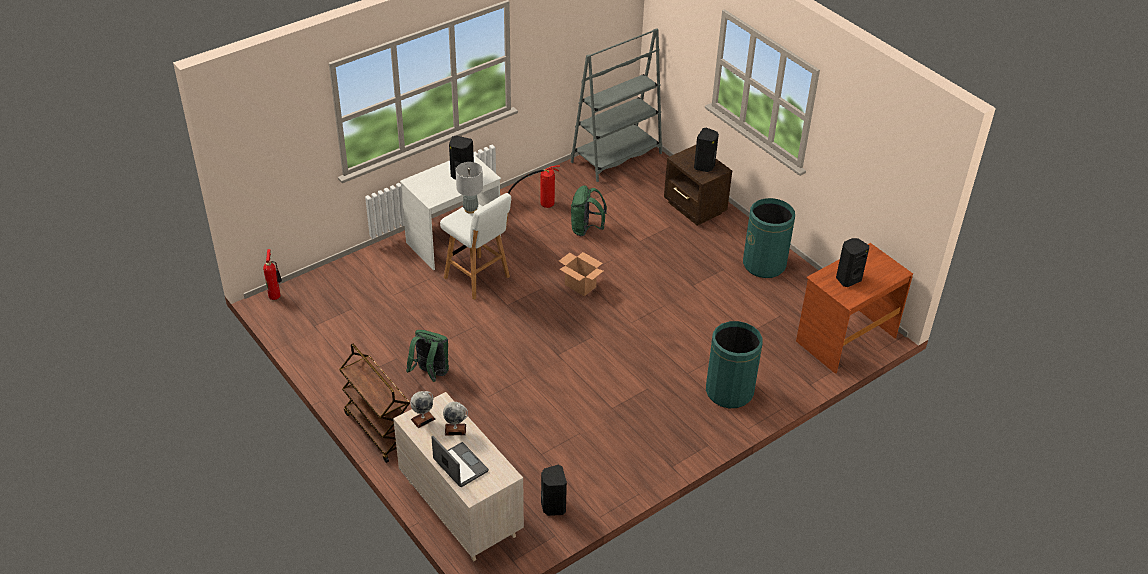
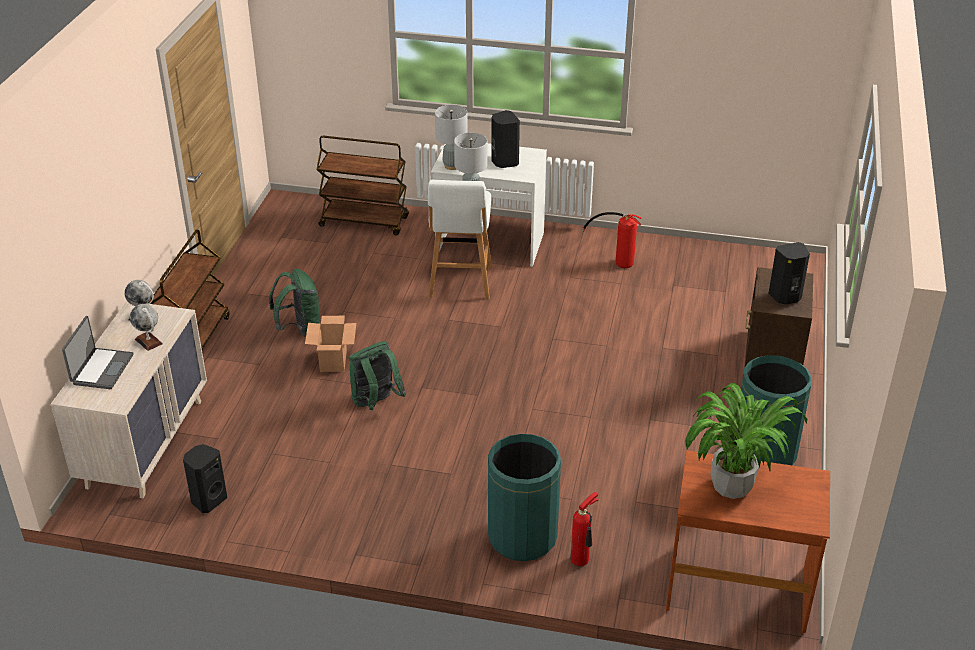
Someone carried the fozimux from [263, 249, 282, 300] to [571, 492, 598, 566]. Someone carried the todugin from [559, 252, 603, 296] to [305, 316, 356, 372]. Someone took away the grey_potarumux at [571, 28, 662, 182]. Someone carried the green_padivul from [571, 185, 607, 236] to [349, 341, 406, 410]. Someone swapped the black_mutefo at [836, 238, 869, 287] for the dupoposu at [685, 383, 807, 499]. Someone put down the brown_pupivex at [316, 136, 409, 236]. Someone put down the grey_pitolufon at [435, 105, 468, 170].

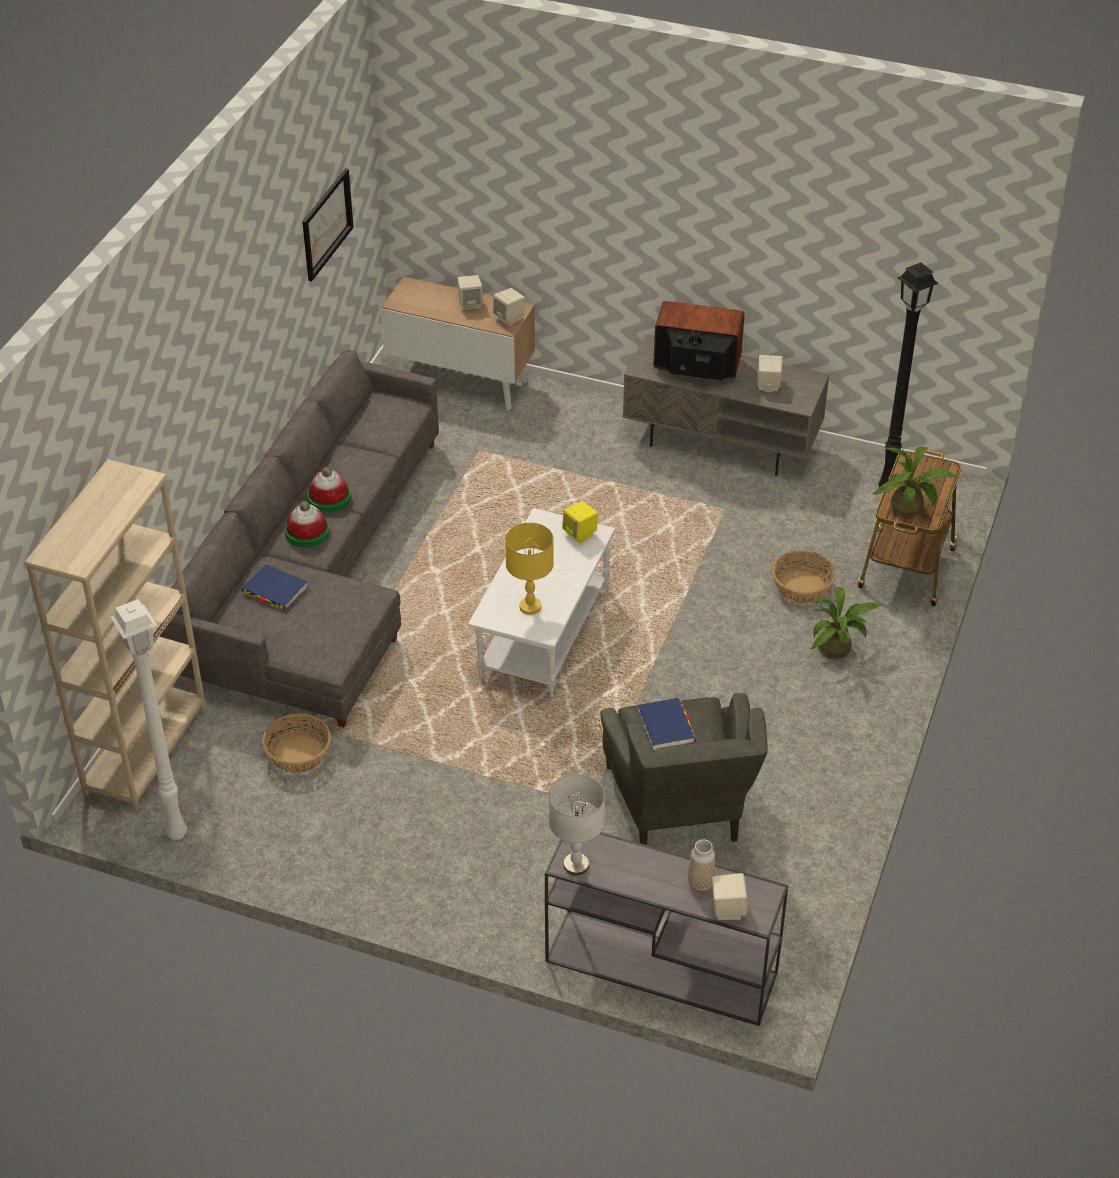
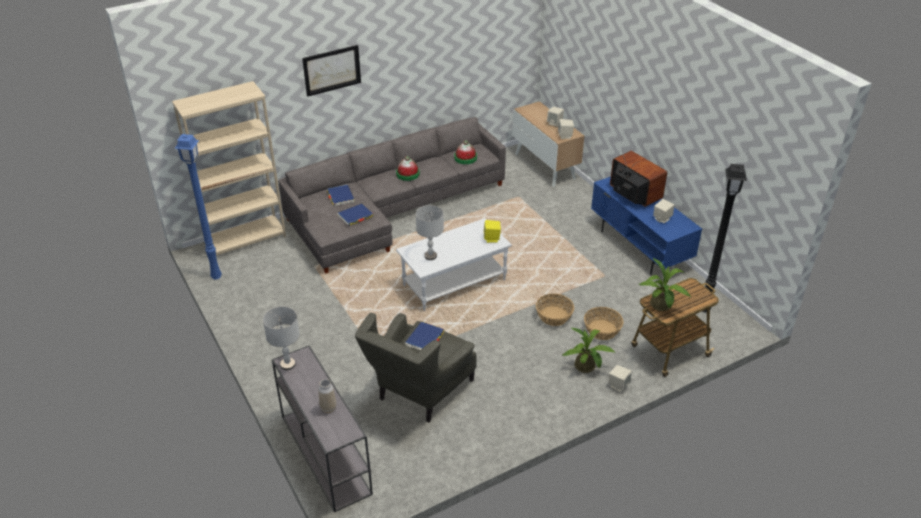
Someone repainted the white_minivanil at [111, 599, 187, 840], which became the blue_minivanil at [174, 134, 222, 279]. Someone carried the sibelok from [262, 713, 331, 774] to [536, 294, 574, 326]. Someone carried the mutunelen from [285, 501, 330, 548] to [454, 140, 477, 164]. Someone carried the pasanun from [302, 168, 354, 282] to [302, 45, 361, 96]. Someone repainted the yellow_pitolufon at [505, 523, 554, 615], which became the grey_pitolufon at [416, 205, 444, 260]. Someone repainted the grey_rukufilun at [623, 334, 829, 476], which became the blue_rukufilun at [591, 177, 702, 275]. Someone carried the beige_mutefo from [712, 873, 747, 920] to [609, 365, 632, 393]. Someone put down the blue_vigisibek at [338, 203, 374, 226].

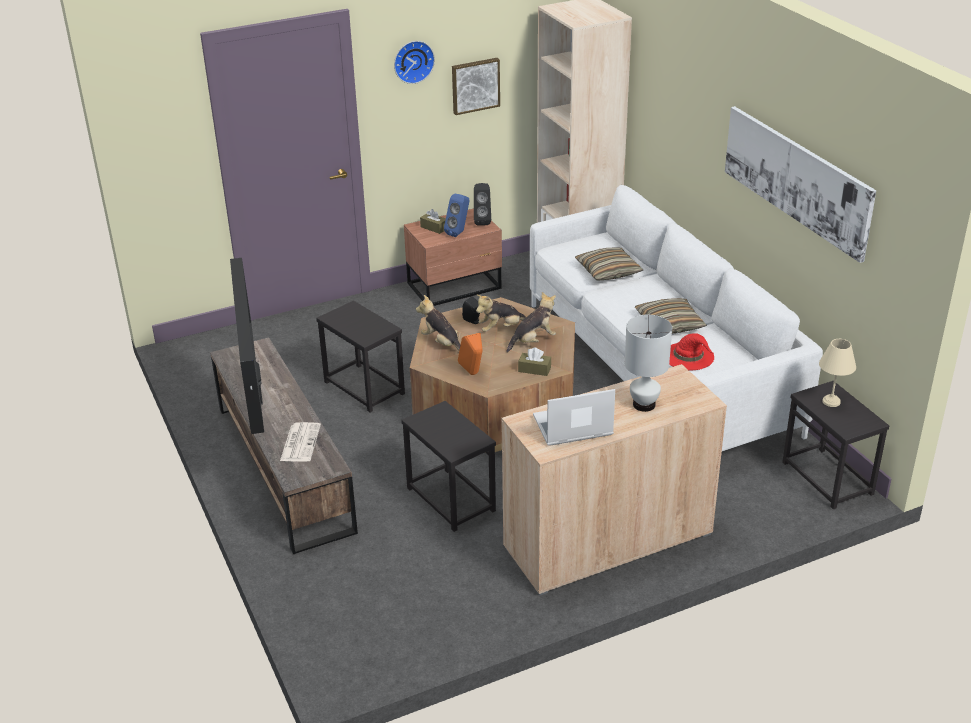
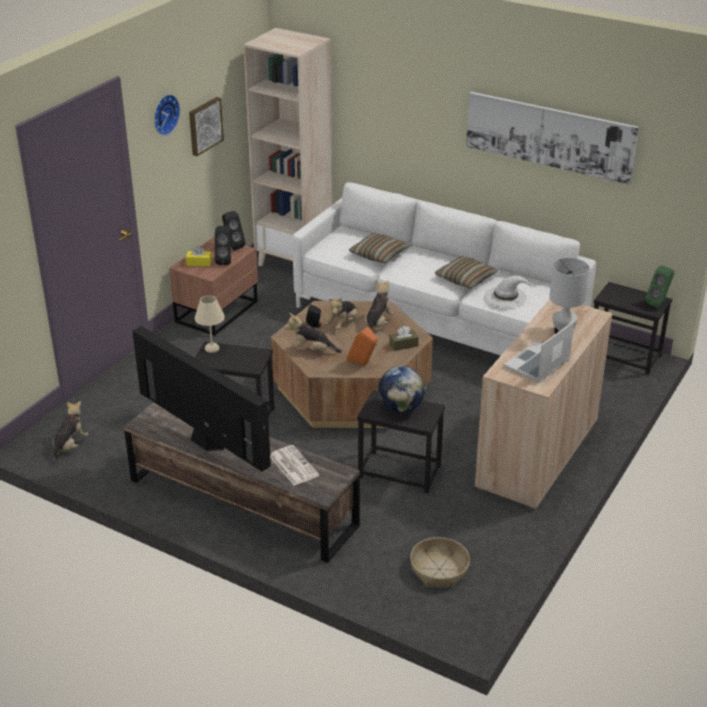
Someone repainted the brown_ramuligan at [420, 209, 446, 234], which became the yellow_ramuligan at [186, 246, 212, 267]. Someone repainted the blue_mutefo at [444, 193, 470, 237], which became the black_mutefo at [215, 226, 231, 265]. Someone repainted the red_mutunelen at [669, 333, 714, 370], which became the white_mutunelen at [485, 276, 536, 308]. Someone carried the beige_pitolufon from [819, 339, 856, 407] to [195, 295, 225, 353]. Someone put down the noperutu at [52, 401, 89, 465]. Someone put down the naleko at [378, 366, 425, 413]. Someone put down the sibelok at [410, 537, 470, 587]. Someone put down the green_mutefo at [645, 265, 674, 308].

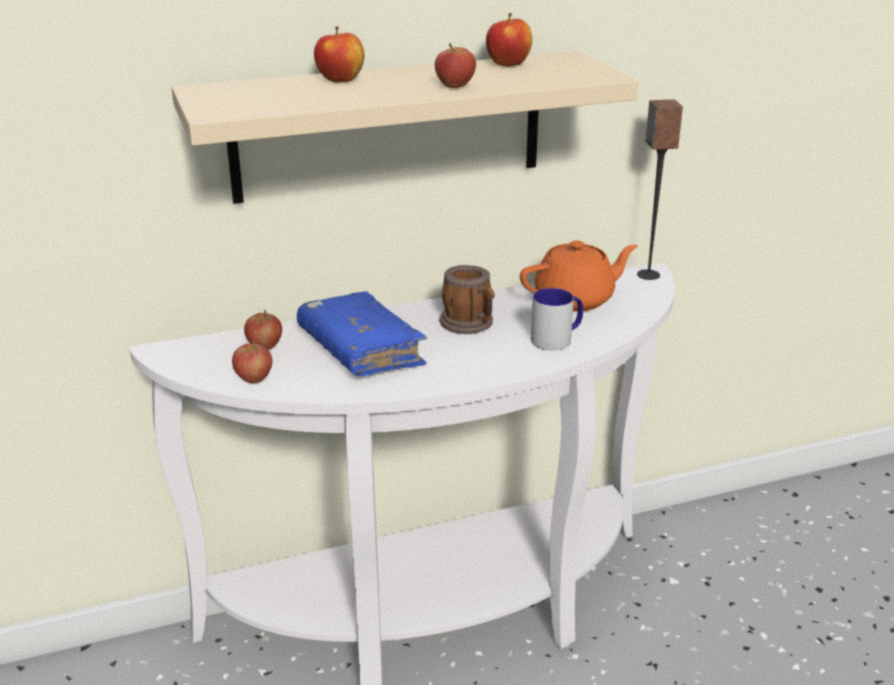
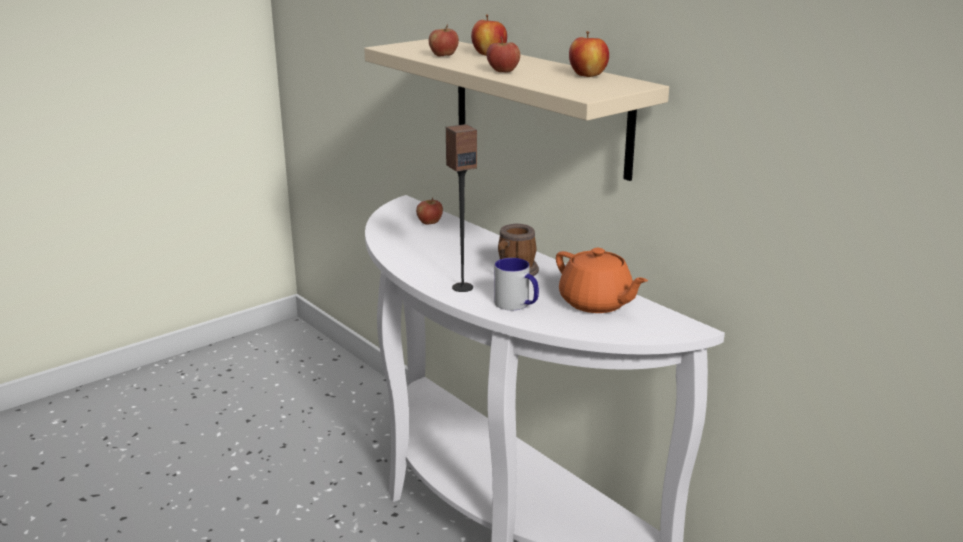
Someone carried the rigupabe from [232, 340, 272, 384] to [429, 24, 459, 57]. Someone took away the blue_vigisibek at [297, 291, 427, 377]. Someone carried the mutefo from [637, 100, 683, 280] to [446, 124, 477, 292].

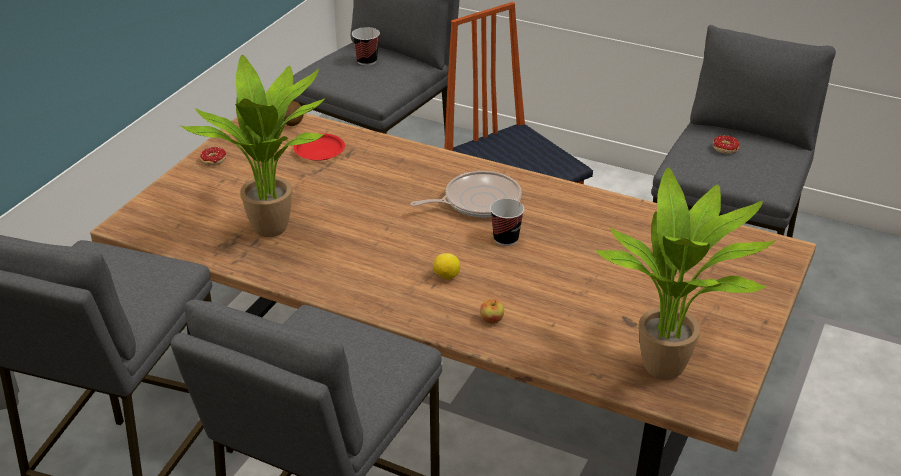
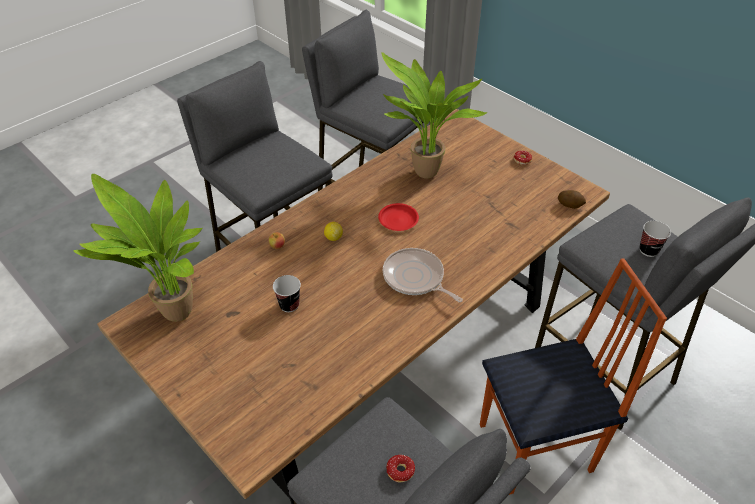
Someone carried the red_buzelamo from [294, 133, 345, 161] to [378, 203, 419, 231]. Someone rotated the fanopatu at [411, 171, 522, 218] by 135 degrees clockwise. Someone carried the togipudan from [490, 199, 524, 246] to [273, 275, 301, 312].

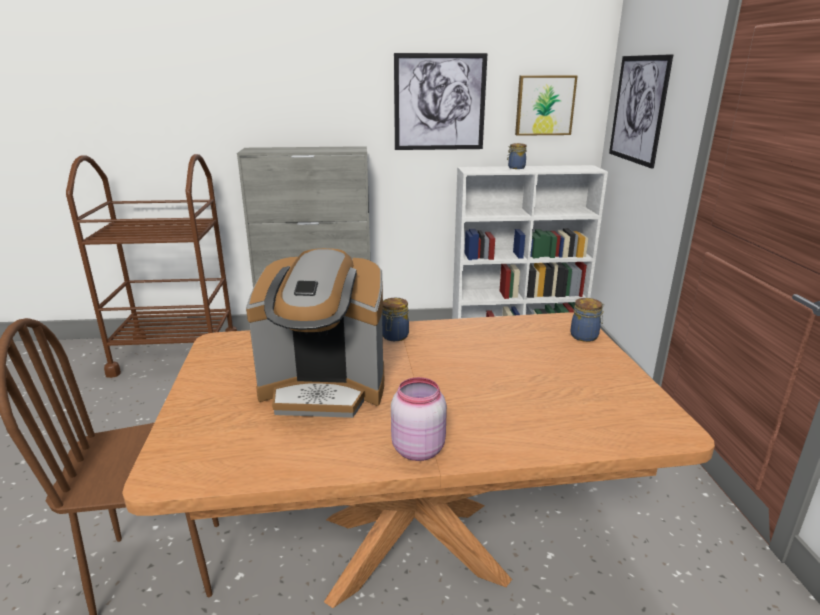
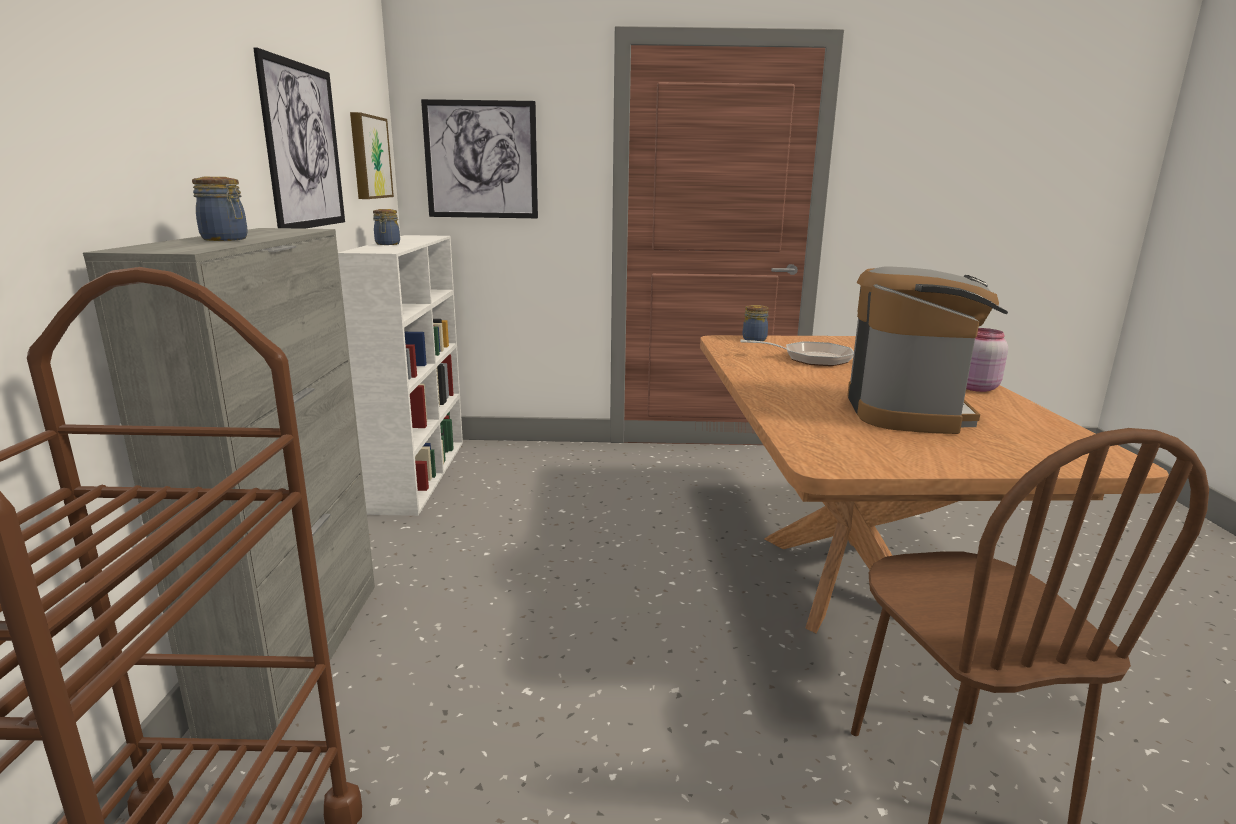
Someone carried the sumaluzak from [382, 298, 409, 341] to [192, 177, 248, 241]. Someone put down the fanopatu at [740, 339, 854, 366].

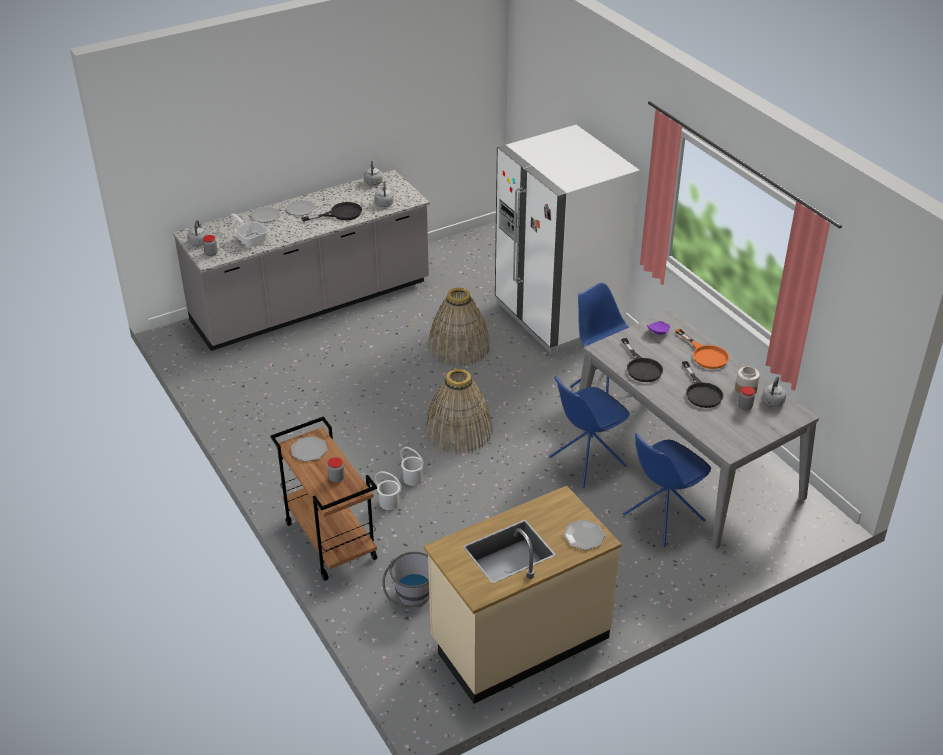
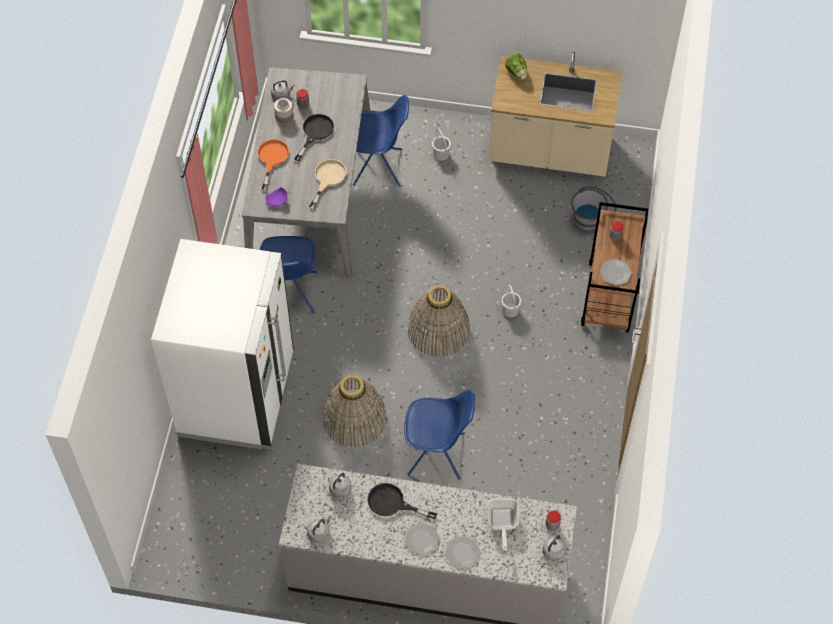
Someone carried the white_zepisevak from [375, 471, 402, 510] to [432, 129, 451, 161]. Someone carried the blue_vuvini from [549, 376, 630, 488] to [404, 390, 475, 480]. Someone swapped the buzelamo at [563, 520, 605, 550] for the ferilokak at [505, 53, 527, 80]. Someone repainted the black_fanopatu at [621, 338, 663, 382], which became the beige_fanopatu at [309, 159, 347, 209].

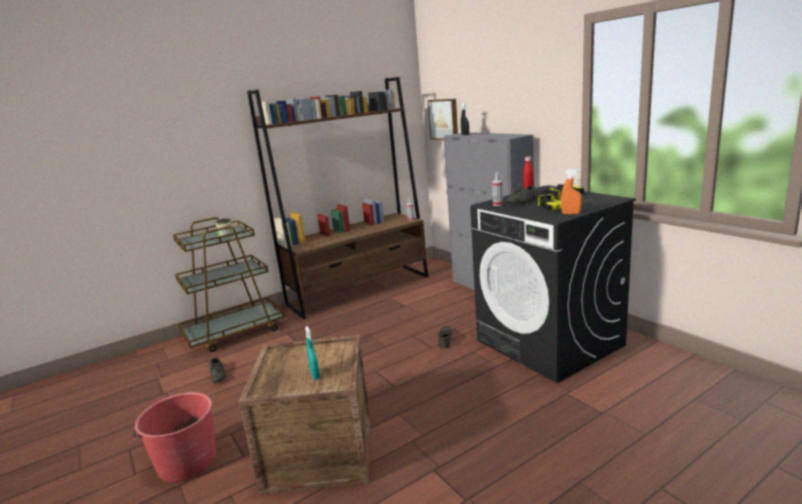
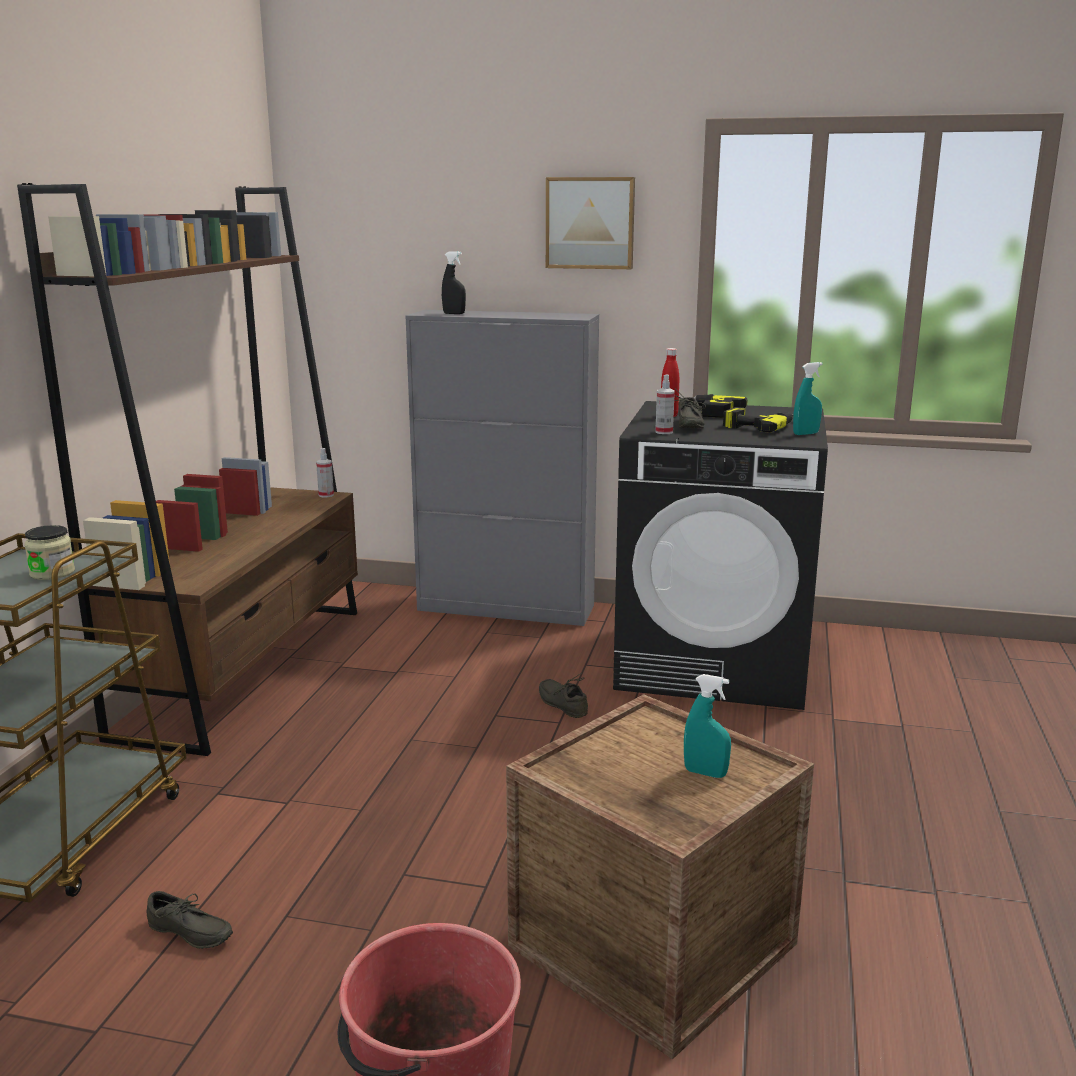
Someone carried the pasanun from [428, 99, 458, 140] to [546, 177, 635, 269]. Someone repainted the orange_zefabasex at [561, 169, 582, 214], which became the turquoise_zefabasex at [793, 362, 823, 435].

